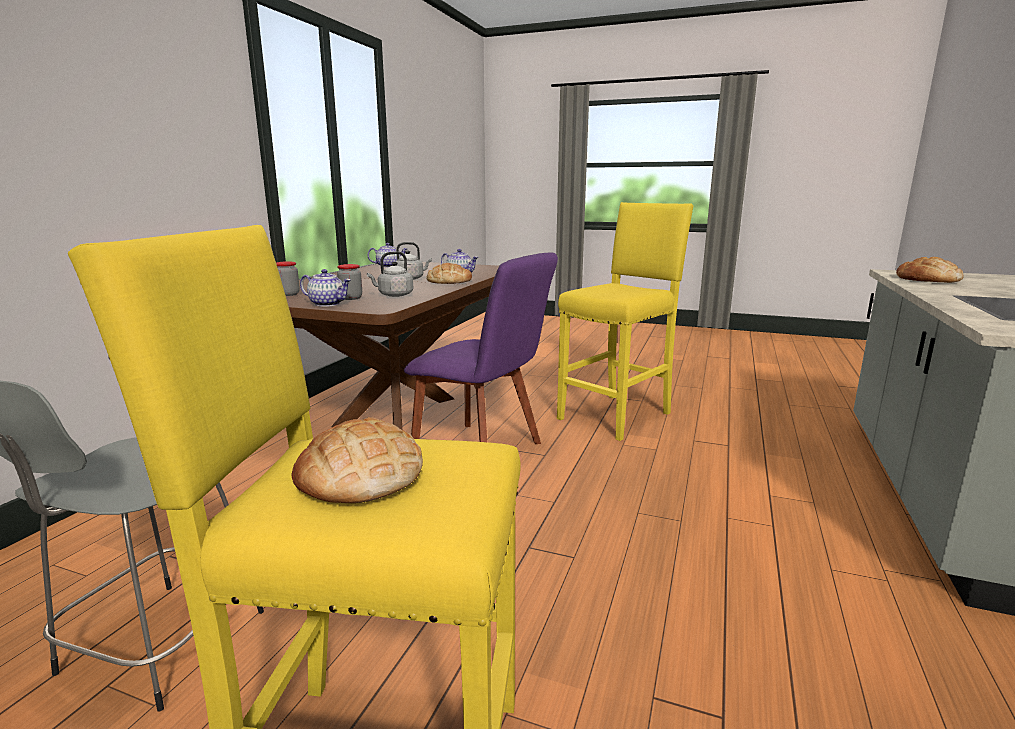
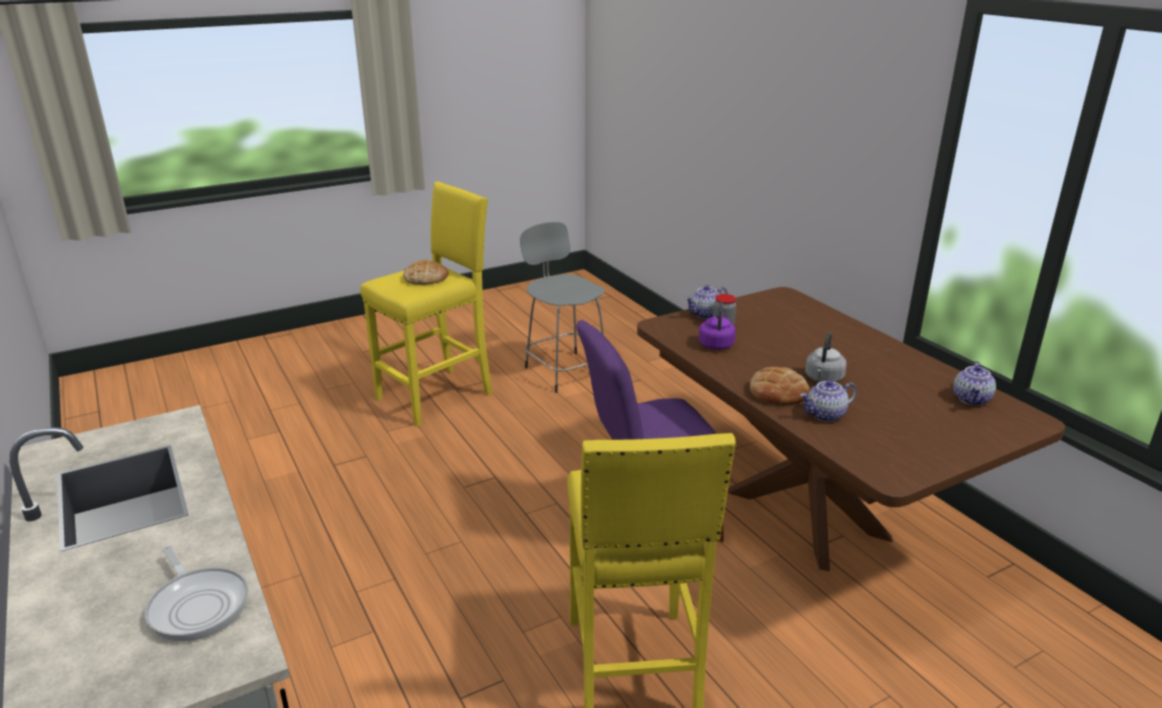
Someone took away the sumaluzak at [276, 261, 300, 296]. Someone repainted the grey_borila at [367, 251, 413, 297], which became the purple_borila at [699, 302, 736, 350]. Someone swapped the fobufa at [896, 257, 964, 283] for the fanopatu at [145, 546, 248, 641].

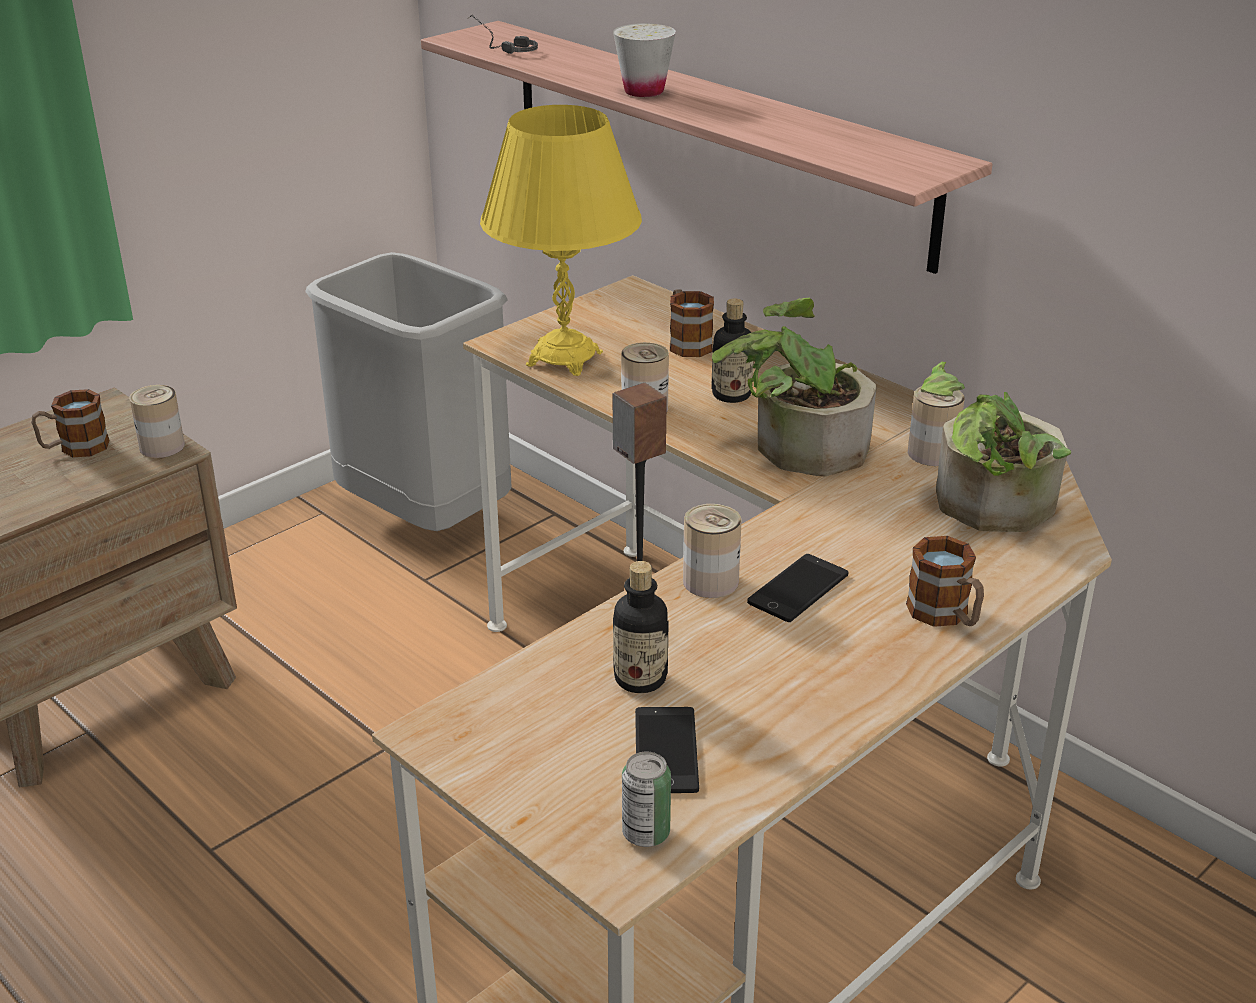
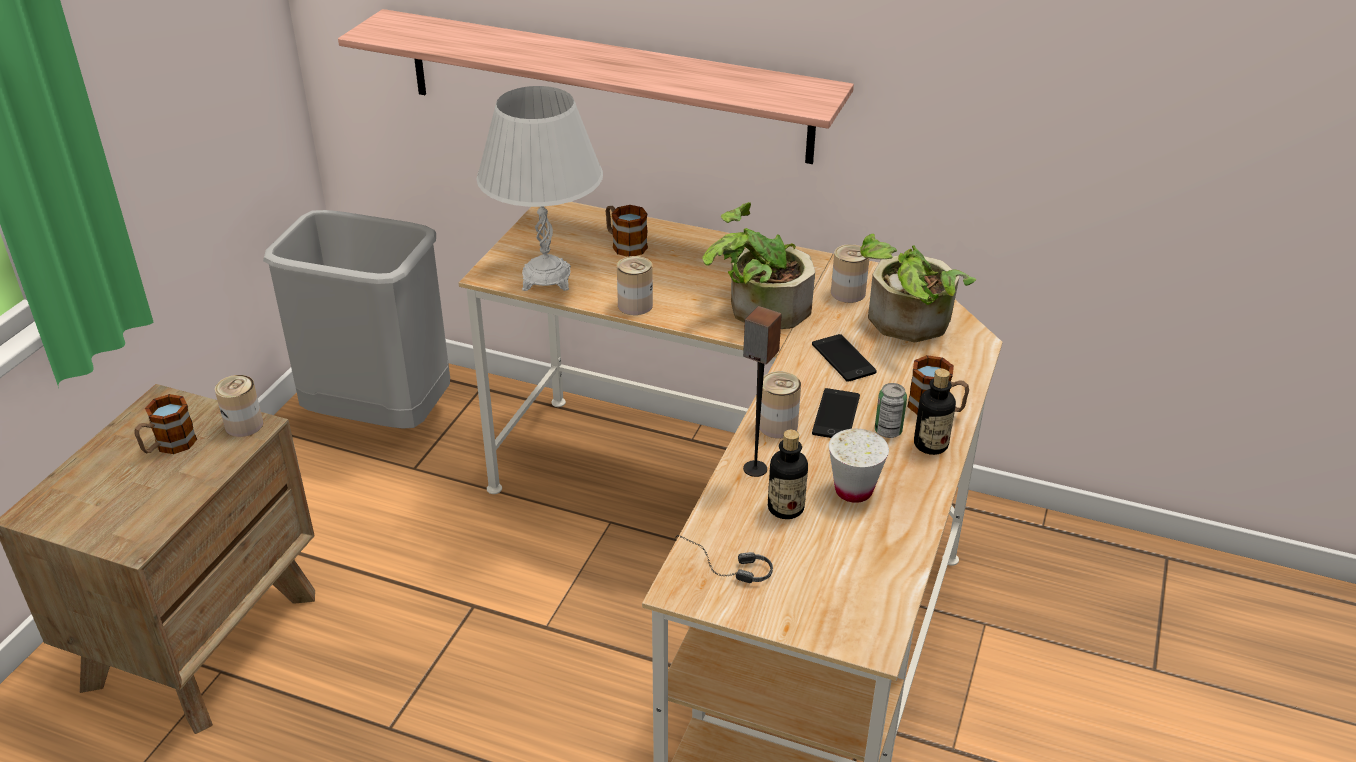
Someone carried the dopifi from [469, 15, 538, 54] to [674, 535, 773, 583]. Someone repainted the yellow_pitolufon at [480, 105, 642, 376], which became the white_pitolufon at [476, 86, 603, 291]. Someone carried the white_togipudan from [613, 23, 676, 97] to [829, 429, 889, 503]. Someone carried the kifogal from [622, 752, 671, 847] to [875, 383, 907, 438]. Someone carried the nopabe from [635, 707, 699, 793] to [812, 334, 877, 382]. Someone carried the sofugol from [711, 298, 753, 403] to [914, 368, 956, 455].

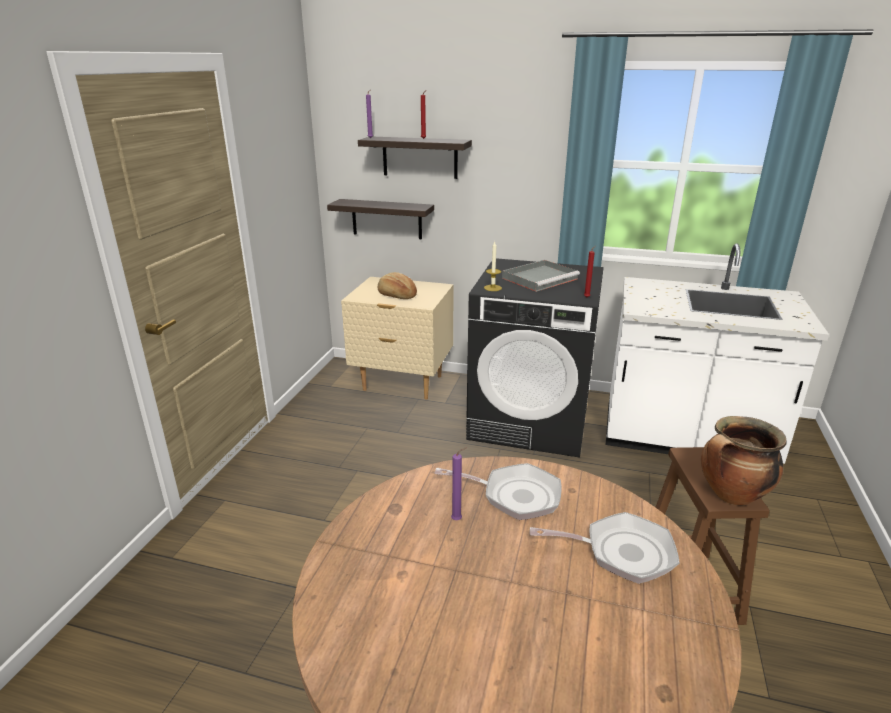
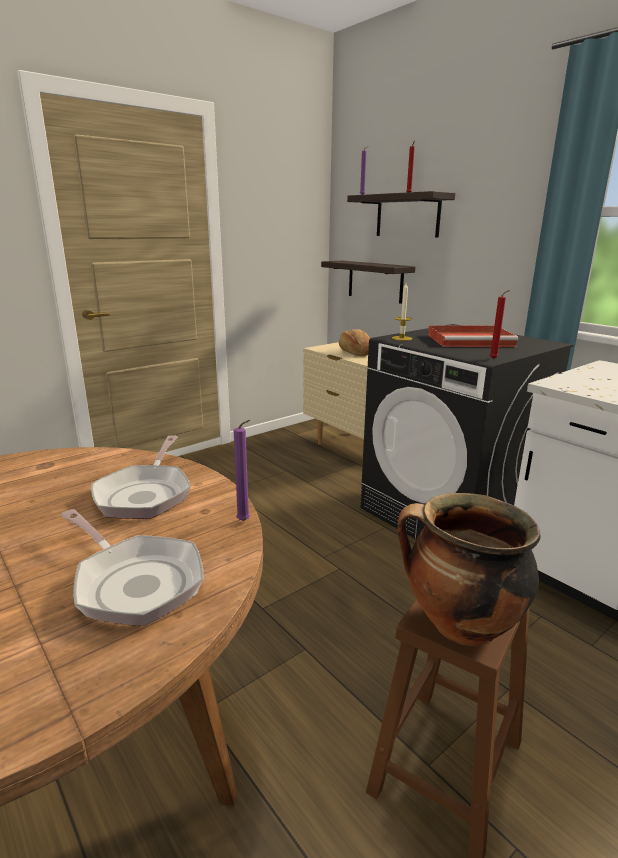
Someone rotated the fanopatu at [435, 463, 562, 520] by 45 degrees clockwise. Someone carried the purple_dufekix from [451, 447, 467, 520] to [234, 420, 250, 521]. Someone repainted the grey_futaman at [502, 260, 580, 292], which became the red_futaman at [428, 325, 518, 347].

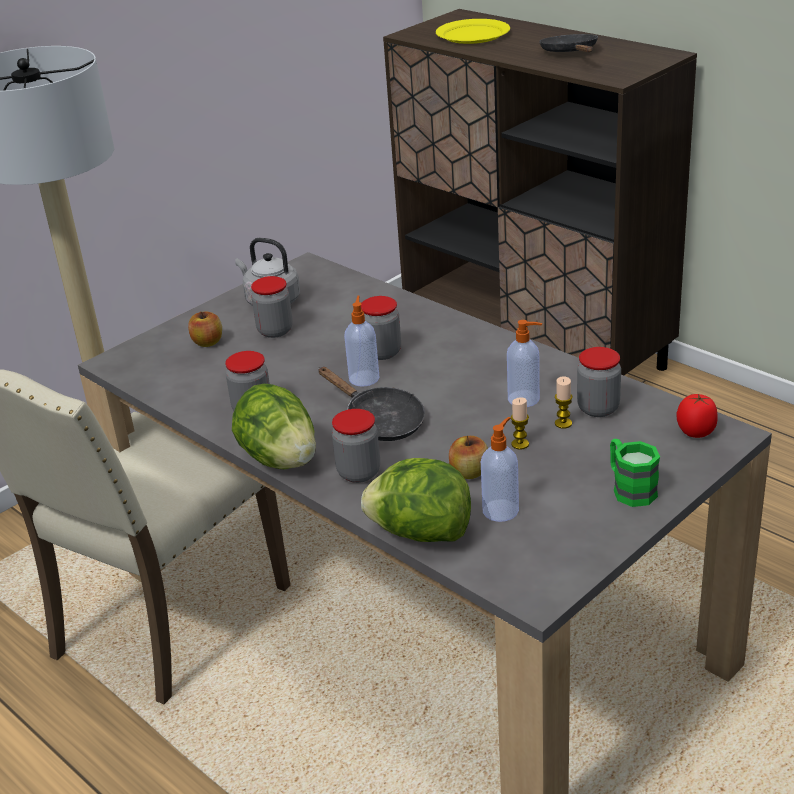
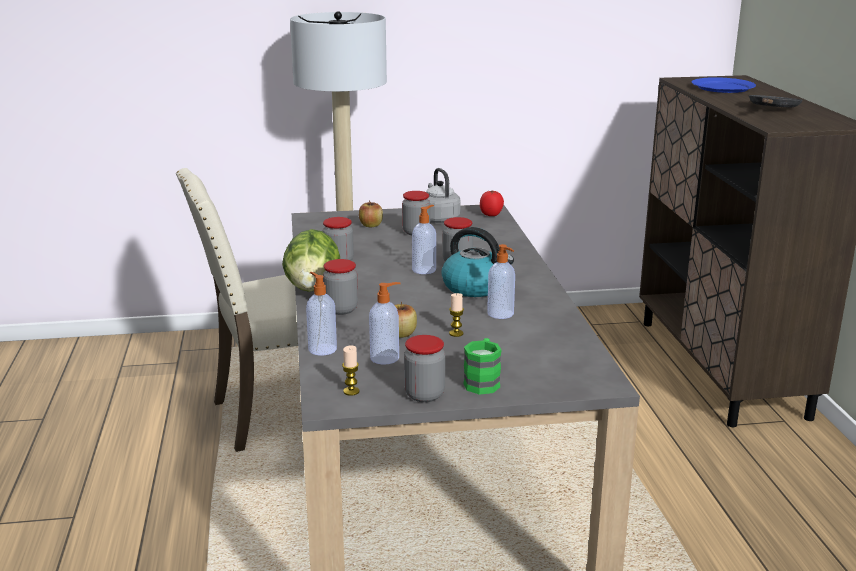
Someone took away the black_fanopatu at [318, 367, 425, 441]. Someone swapped the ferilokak at [361, 458, 471, 542] for the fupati at [306, 272, 337, 355]. Someone repainted the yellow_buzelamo at [436, 19, 510, 44], which became the blue_buzelamo at [692, 77, 756, 93]. Someone carried the dufekix from [555, 376, 573, 429] to [342, 345, 359, 396]. Someone carried the sumaluzak from [577, 347, 621, 417] to [404, 335, 445, 402]. Someone carried the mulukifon from [677, 394, 718, 438] to [480, 191, 504, 216]. Someone put down the borila at [441, 227, 514, 297].

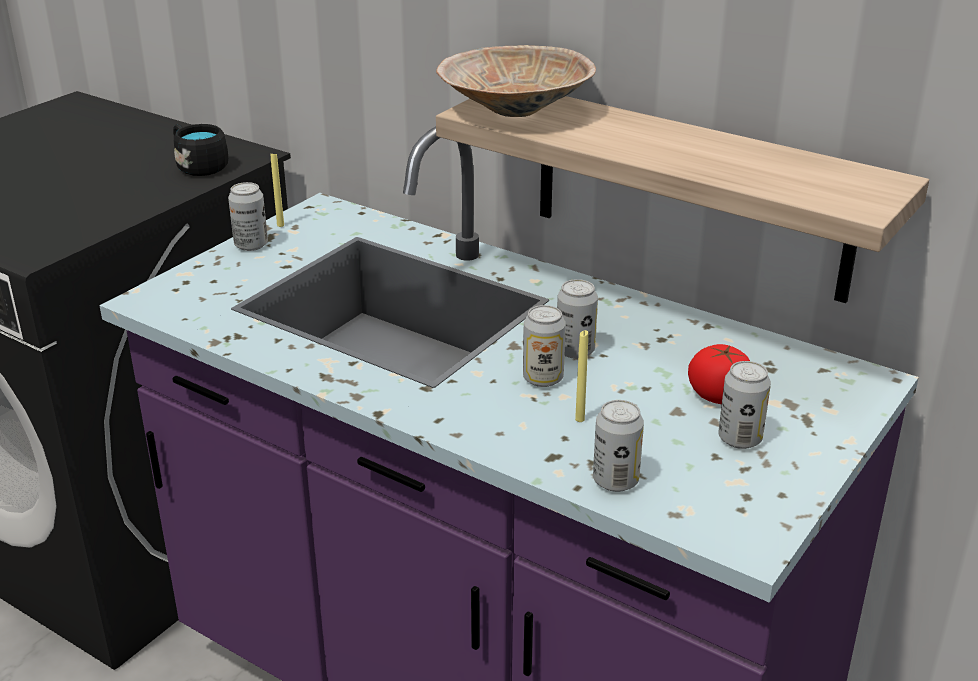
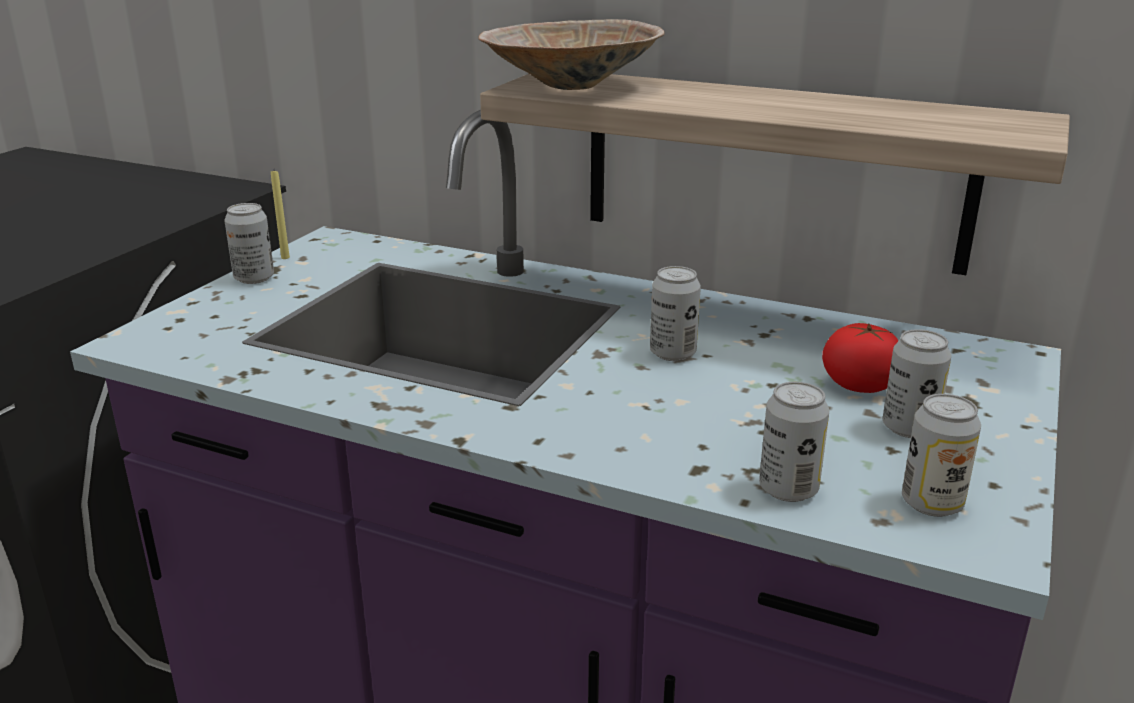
Someone took away the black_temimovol at [173, 124, 228, 176]. Someone carried the kifogal from [523, 305, 566, 387] to [902, 394, 981, 517]. Someone took away the yellow_dufekix at [575, 330, 588, 422].

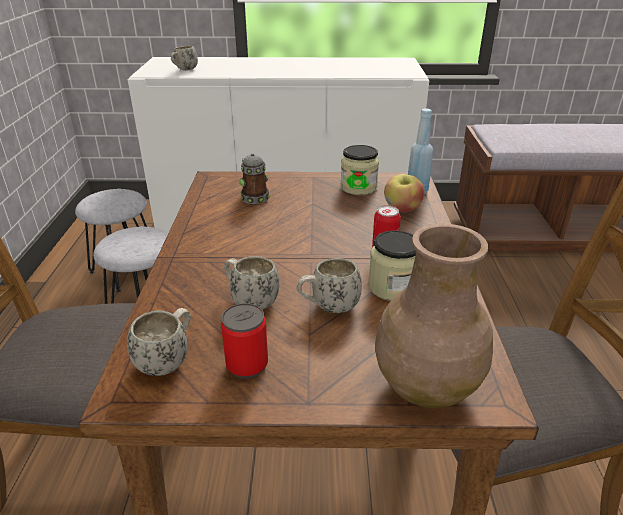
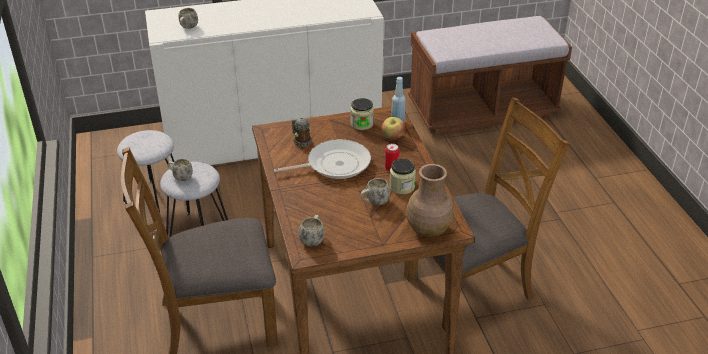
Someone took away the kifogal at [221, 303, 268, 379]. Someone carried the white_temimovol from [224, 256, 279, 310] to [168, 159, 193, 181]. Someone put down the fanopatu at [274, 139, 371, 179].

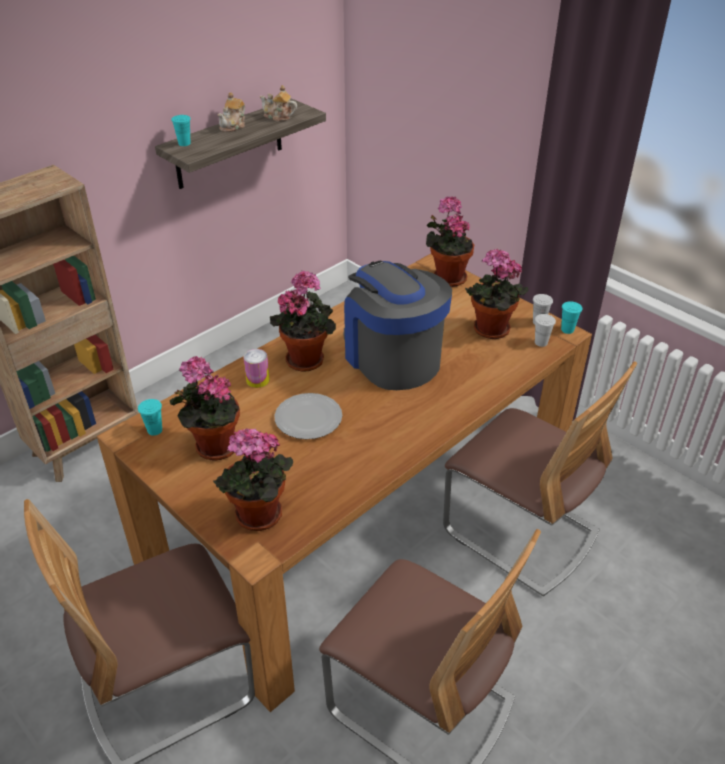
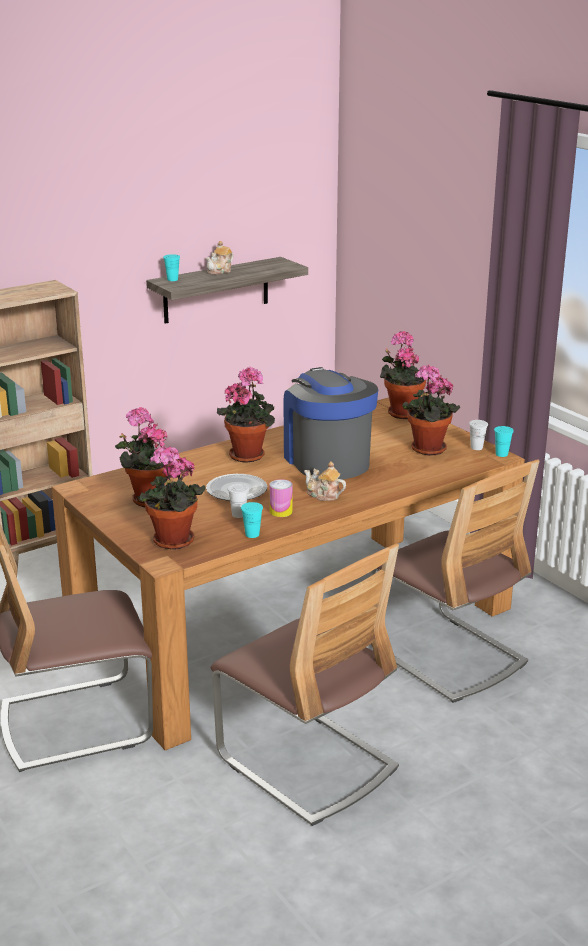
Someone carried the turquoise_togipudan from [138, 399, 162, 436] to [241, 502, 263, 538]. Someone carried the kifogal from [243, 349, 270, 388] to [270, 479, 293, 517]. Someone carried the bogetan from [260, 85, 297, 121] to [304, 461, 346, 501]. Someone carried the white_togipudan from [535, 314, 556, 347] to [228, 483, 249, 518].

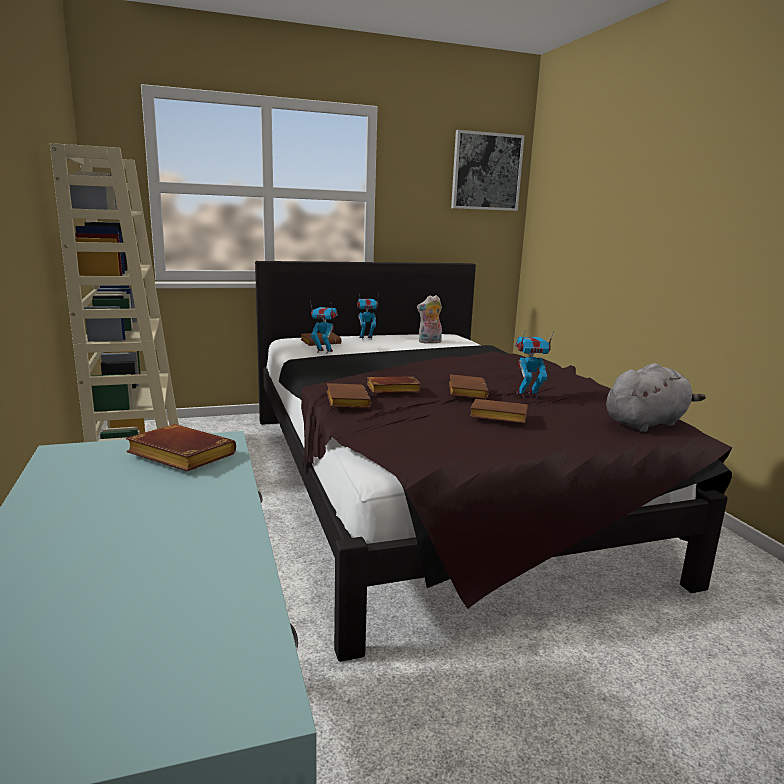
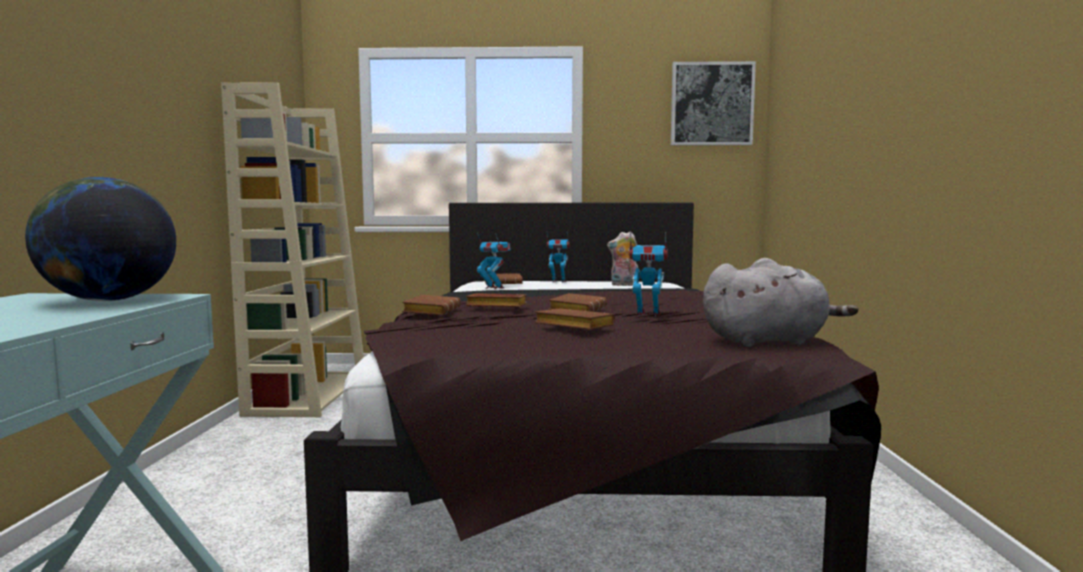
Someone swapped the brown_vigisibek at [126, 424, 236, 472] for the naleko at [25, 177, 176, 301].

